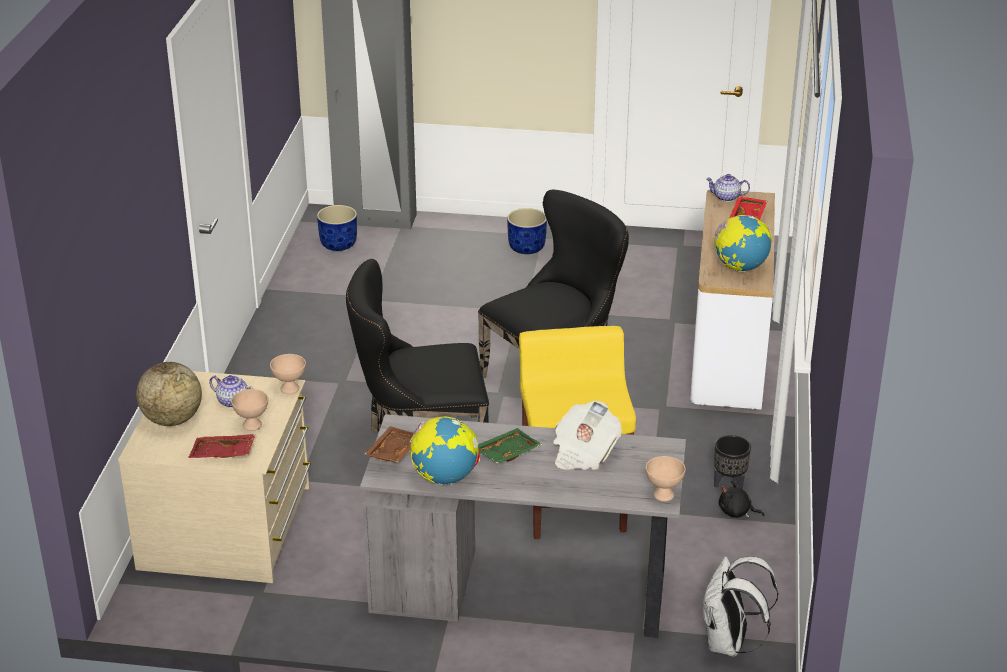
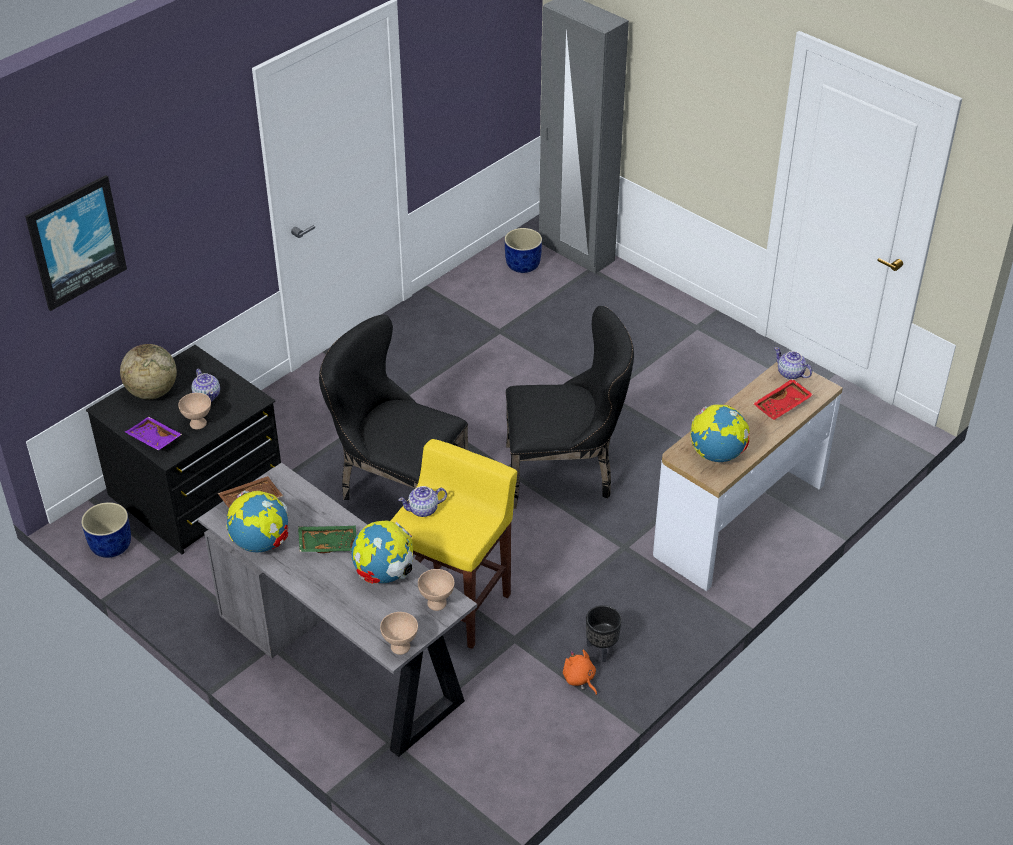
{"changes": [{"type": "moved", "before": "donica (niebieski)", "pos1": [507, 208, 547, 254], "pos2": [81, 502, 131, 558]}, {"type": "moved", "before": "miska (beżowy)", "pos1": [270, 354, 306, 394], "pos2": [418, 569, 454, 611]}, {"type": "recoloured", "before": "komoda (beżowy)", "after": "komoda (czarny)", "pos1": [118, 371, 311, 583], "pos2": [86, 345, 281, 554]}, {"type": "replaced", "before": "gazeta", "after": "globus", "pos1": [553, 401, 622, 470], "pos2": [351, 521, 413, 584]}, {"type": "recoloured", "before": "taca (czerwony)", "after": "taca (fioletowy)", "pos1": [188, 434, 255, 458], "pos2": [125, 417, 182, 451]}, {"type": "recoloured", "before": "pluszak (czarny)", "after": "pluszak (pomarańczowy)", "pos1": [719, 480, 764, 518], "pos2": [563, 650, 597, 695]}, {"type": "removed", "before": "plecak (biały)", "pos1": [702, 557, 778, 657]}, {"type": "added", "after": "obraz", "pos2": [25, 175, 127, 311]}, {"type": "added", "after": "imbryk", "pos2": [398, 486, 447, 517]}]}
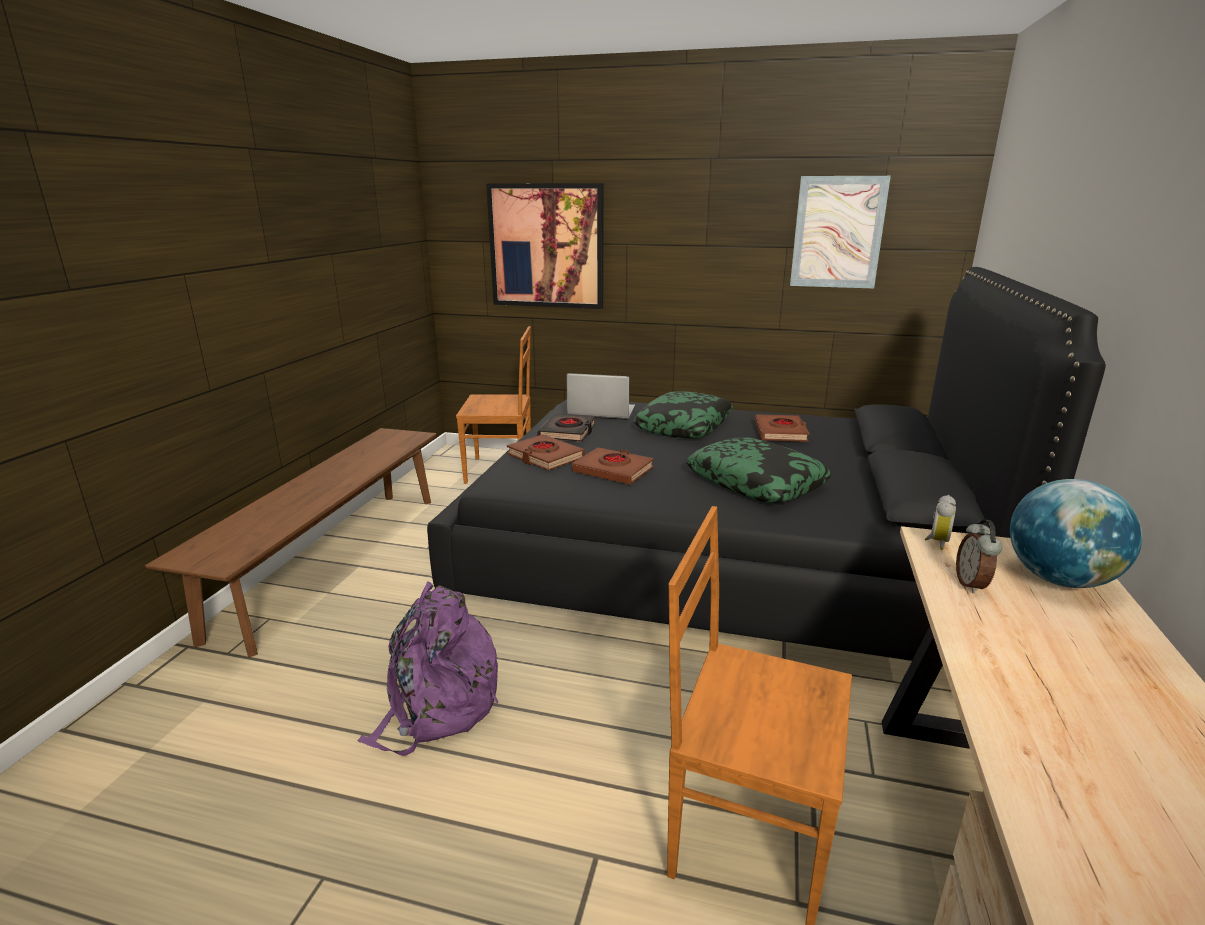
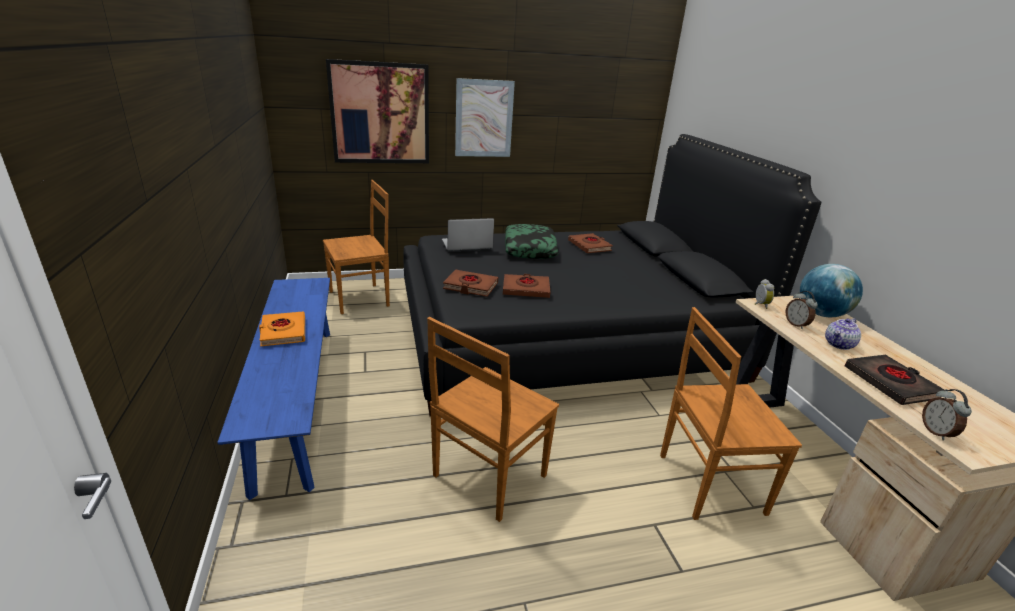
{"changes": [{"type": "moved", "before": "obraz", "pos1": [790, 176, 891, 289], "pos2": [455, 78, 515, 157]}, {"type": "moved", "before": "książka (czarny)", "pos1": [537, 413, 596, 442], "pos2": [845, 355, 945, 405]}, {"type": "recoloured", "before": "ławka (brązowy)", "after": "ławka (niebieski)", "pos1": [145, 428, 436, 658], "pos2": [217, 278, 330, 500]}, {"type": "removed", "before": "poduszka", "pos1": [686, 437, 831, 503]}, {"type": "replaced", "before": "plecak (fioletowy)", "after": "krzesło (brązowy)", "pos1": [357, 581, 498, 756], "pos2": [427, 317, 559, 522]}, {"type": "added", "after": "książka (pomarańczowy)", "pos2": [259, 312, 305, 347]}, {"type": "added", "after": "imbryk", "pos2": [825, 318, 861, 350]}, {"type": "added", "after": "budzik", "pos2": [922, 389, 972, 441]}]}
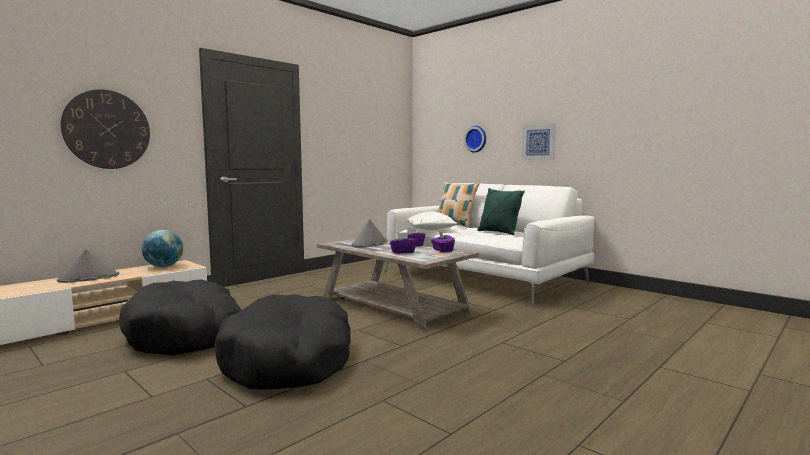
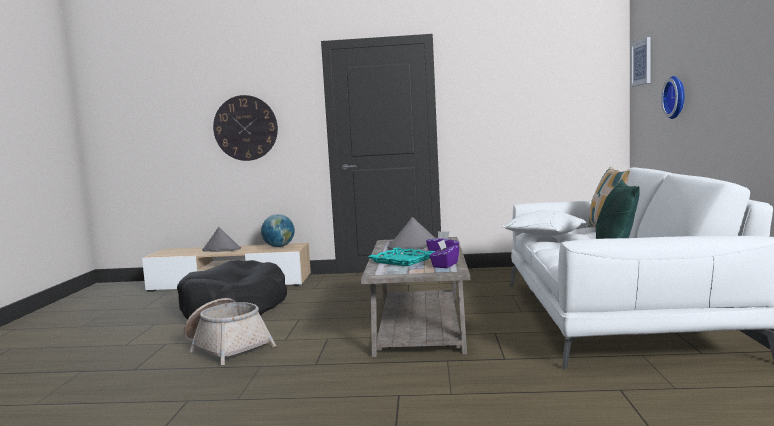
{"changes": [{"type": "moved", "before": "obraz", "pos1": [521, 124, 556, 160], "pos2": [631, 37, 651, 87]}, {"type": "replaced", "before": "pudełko chusteczek (fioletowy)", "after": "taca (turkusowy)", "pos1": [390, 232, 417, 254], "pos2": [368, 247, 435, 266]}, {"type": "replaced", "before": "legowisko (czarny)", "after": "koszyk", "pos1": [214, 294, 351, 389], "pos2": [184, 298, 276, 365]}]}
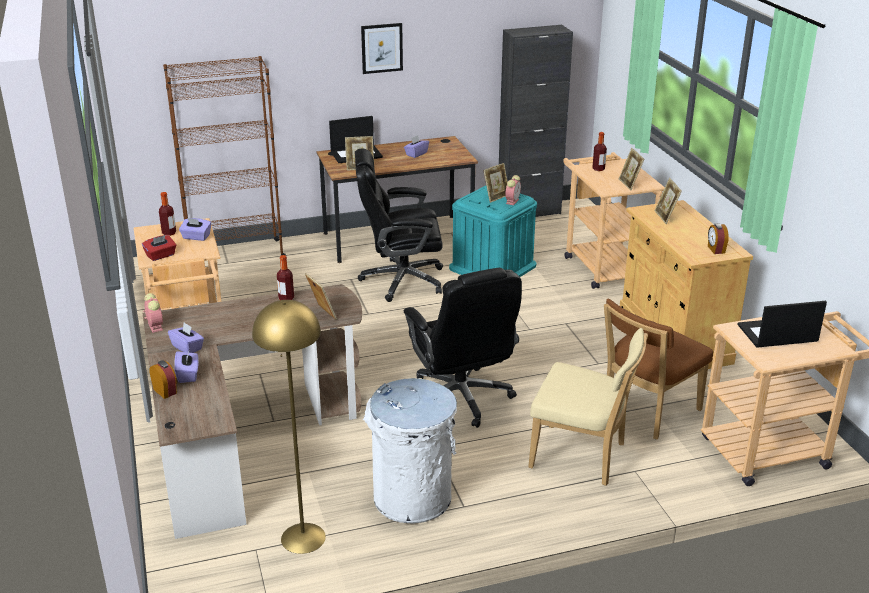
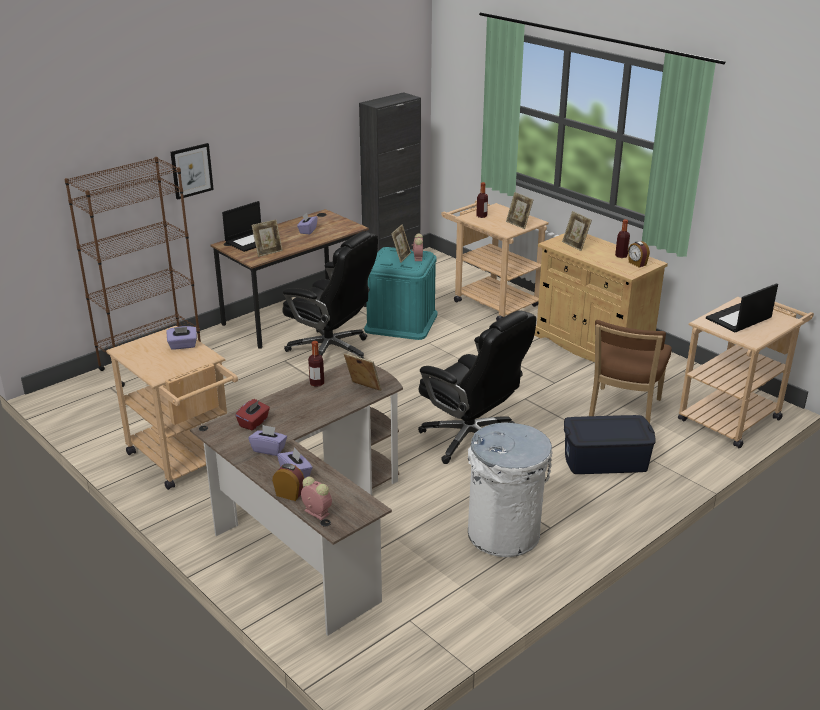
{"changes": [{"type": "moved", "before": "obraz", "pos1": [361, 23, 403, 74], "pos2": [170, 143, 214, 200]}, {"type": "turned", "before": "krzesło biurowe (czarny)", "pos1": [355, 148, 443, 302], "pos2": [282, 231, 378, 359], "turn": -120}, {"type": "moved", "before": "butelka", "pos1": [159, 192, 176, 236], "pos2": [615, 219, 630, 258]}, {"type": "moved", "before": "pudełko chusteczek (czerwony)", "pos1": [142, 235, 176, 261], "pos2": [236, 399, 270, 430]}, {"type": "moved", "before": "budzik", "pos1": [143, 293, 163, 333], "pos2": [301, 477, 332, 520]}, {"type": "removed", "before": "lampa stojąca (żółty)", "pos1": [252, 300, 326, 554]}, {"type": "replaced", "before": "krzesło (beżowy)", "after": "pojemnik do przechowywania (niebieski)", "pos1": [528, 328, 648, 486], "pos2": [564, 415, 656, 474]}]}
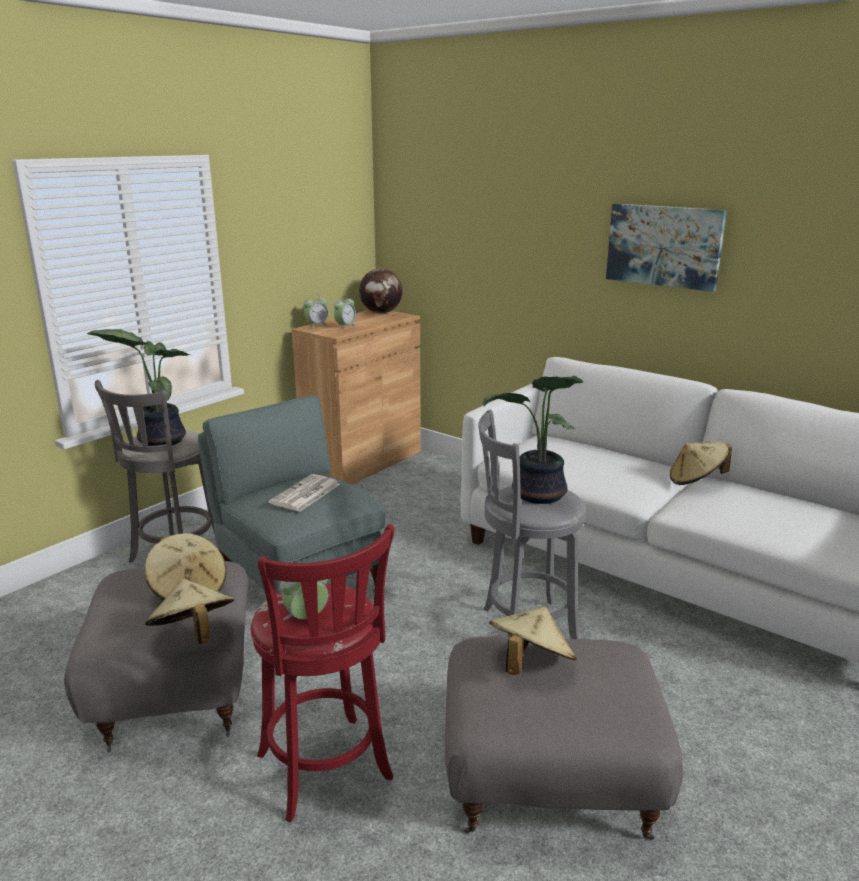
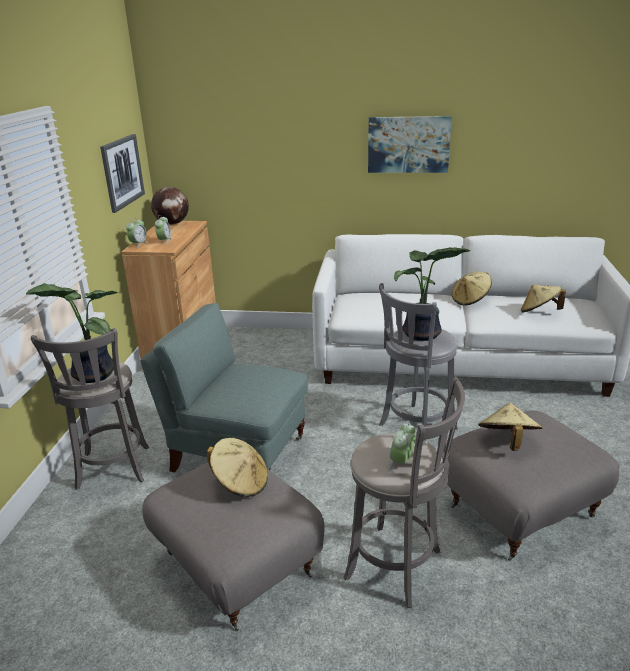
{"changes": [{"type": "removed", "before": "gazeta", "pos1": [269, 474, 340, 512]}, {"type": "recoloured", "before": "stołek (czerwony)", "after": "stołek (szary)", "pos1": [251, 524, 395, 822], "pos2": [344, 377, 465, 608]}, {"type": "moved", "before": "kapelusz (beżowy)", "pos1": [145, 579, 235, 644], "pos2": [521, 285, 566, 312]}, {"type": "added", "after": "obraz", "pos2": [100, 134, 145, 213]}]}
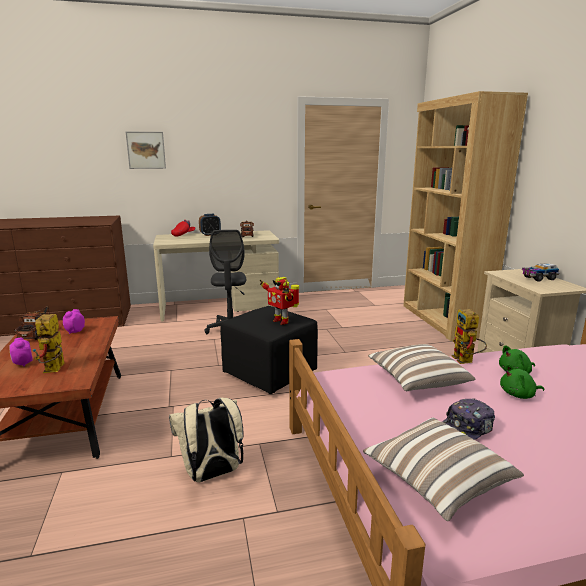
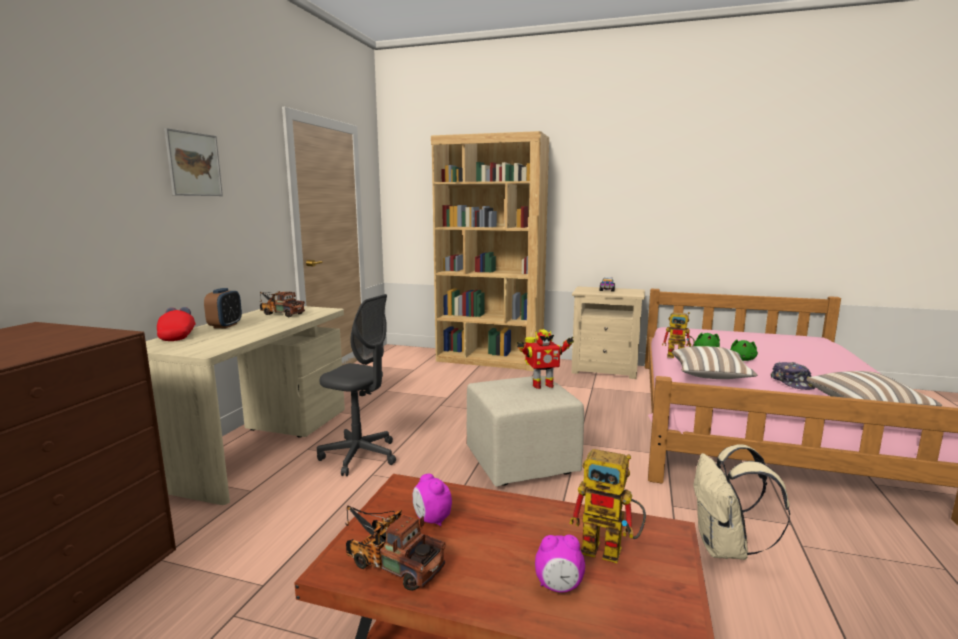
{"changes": [{"type": "moved", "before": "obraz", "pos1": [126, 132, 166, 169], "pos2": [164, 128, 223, 196]}, {"type": "recoloured", "before": "pufa (czarny)", "after": "pufa (beżowy)", "pos1": [220, 306, 318, 394], "pos2": [467, 376, 584, 487]}]}
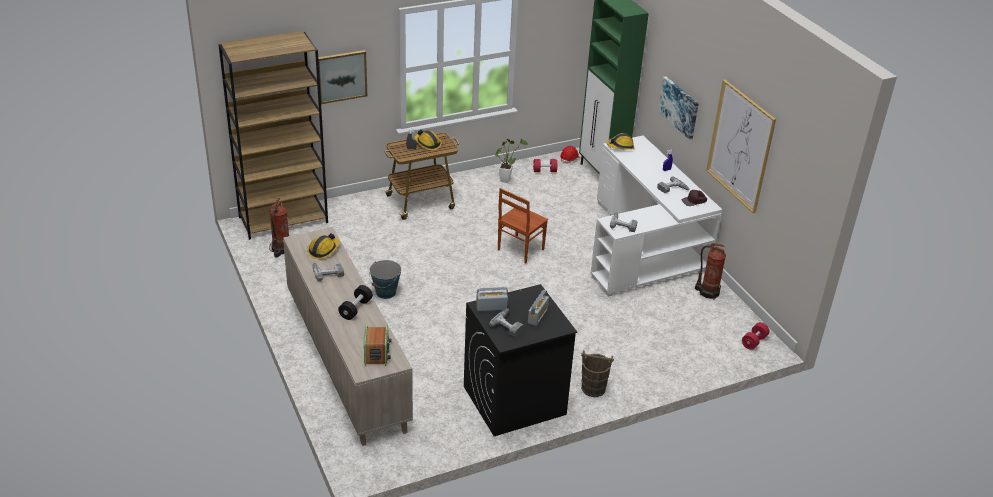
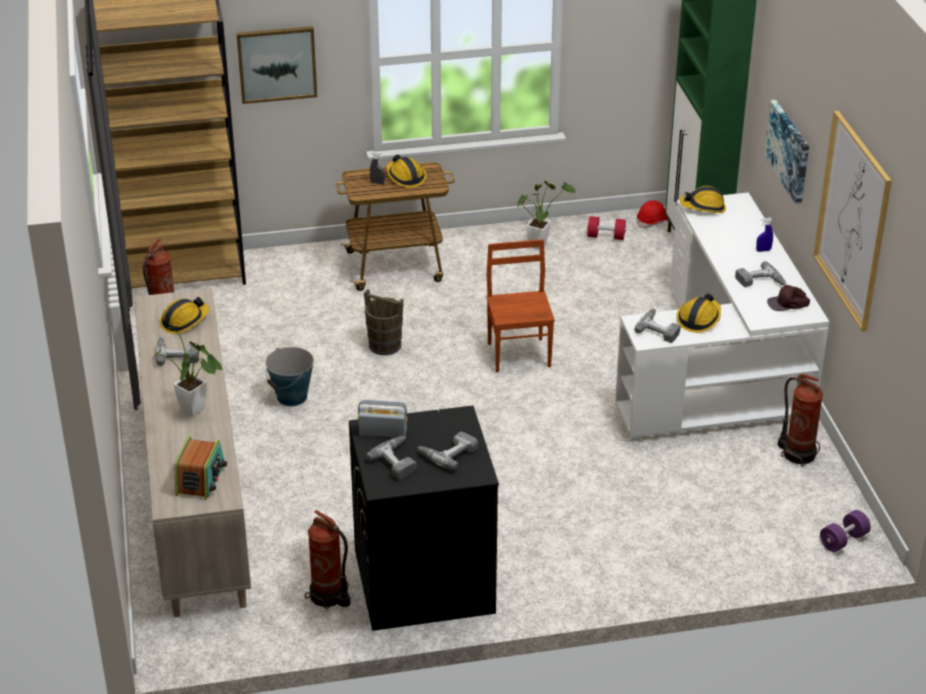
{"changes": [{"type": "turned", "before": "krzesło (brązowy)", "pos1": [498, 188, 548, 263], "pos2": [487, 239, 555, 372], "turn": 120}, {"type": "replaced", "before": "hantel (czarny)", "after": "roślina doniczkowa", "pos1": [338, 285, 373, 320], "pos2": [152, 326, 223, 417]}, {"type": "replaced", "before": "radio", "after": "wiertarka", "pos1": [528, 290, 549, 326], "pos2": [417, 432, 478, 470]}, {"type": "recoloured", "before": "hantel (czerwony)", "after": "hantel (fioletowy)", "pos1": [742, 322, 770, 350], "pos2": [820, 510, 871, 552]}, {"type": "moved", "before": "wiadro (brązowy)", "pos1": [581, 350, 614, 397], "pos2": [364, 289, 404, 355]}, {"type": "added", "after": "kask", "pos2": [676, 293, 721, 333]}, {"type": "added", "after": "gaśnica", "pos2": [305, 510, 350, 610]}]}
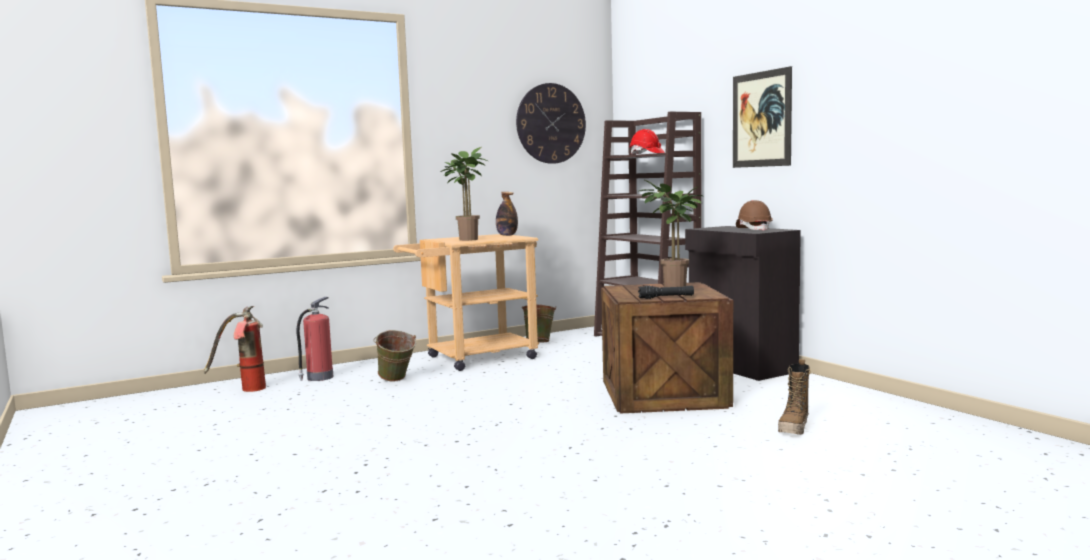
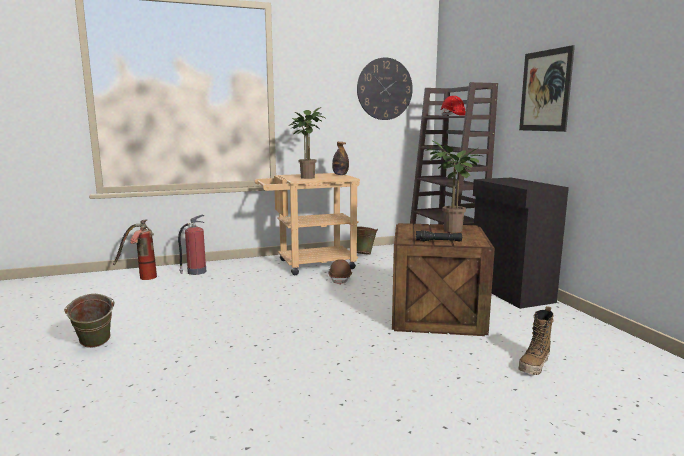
{"changes": [{"type": "moved", "before": "kask (brązowy)", "pos1": [736, 200, 773, 231], "pos2": [328, 259, 352, 285]}, {"type": "moved", "before": "wiadro (zielony)", "pos1": [374, 330, 416, 382], "pos2": [64, 294, 115, 348]}]}
